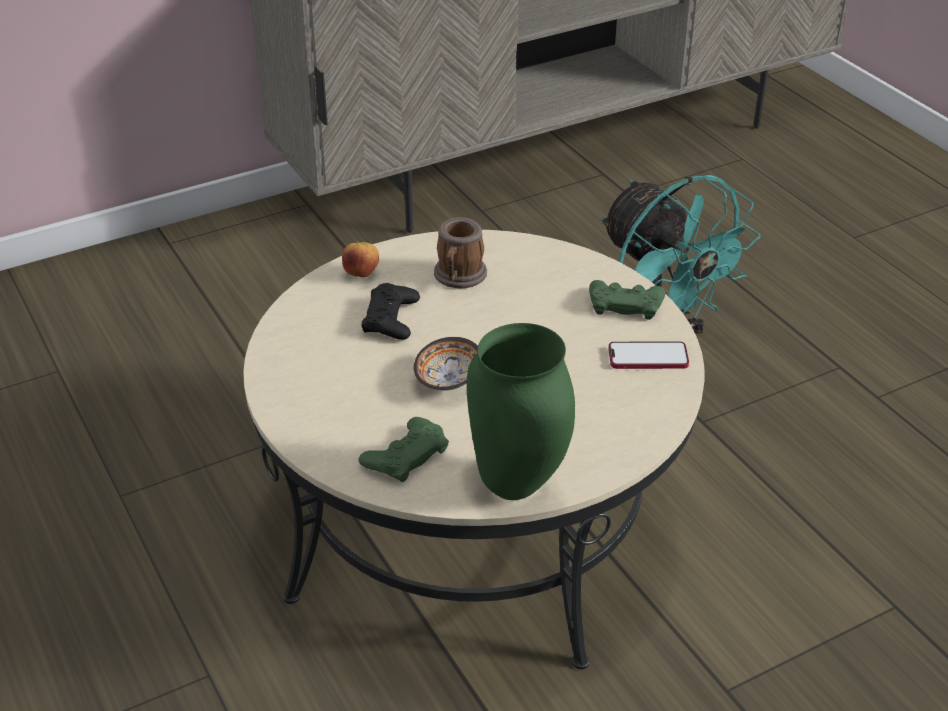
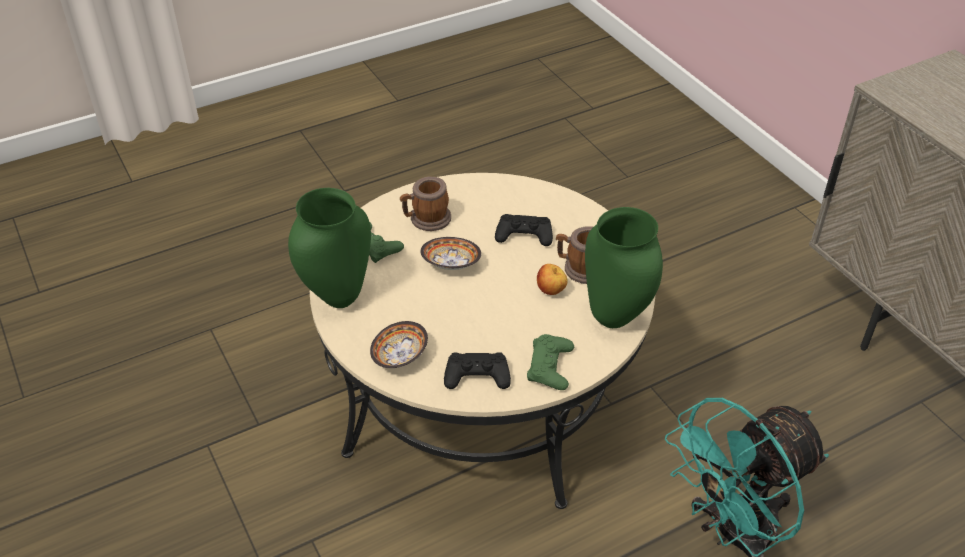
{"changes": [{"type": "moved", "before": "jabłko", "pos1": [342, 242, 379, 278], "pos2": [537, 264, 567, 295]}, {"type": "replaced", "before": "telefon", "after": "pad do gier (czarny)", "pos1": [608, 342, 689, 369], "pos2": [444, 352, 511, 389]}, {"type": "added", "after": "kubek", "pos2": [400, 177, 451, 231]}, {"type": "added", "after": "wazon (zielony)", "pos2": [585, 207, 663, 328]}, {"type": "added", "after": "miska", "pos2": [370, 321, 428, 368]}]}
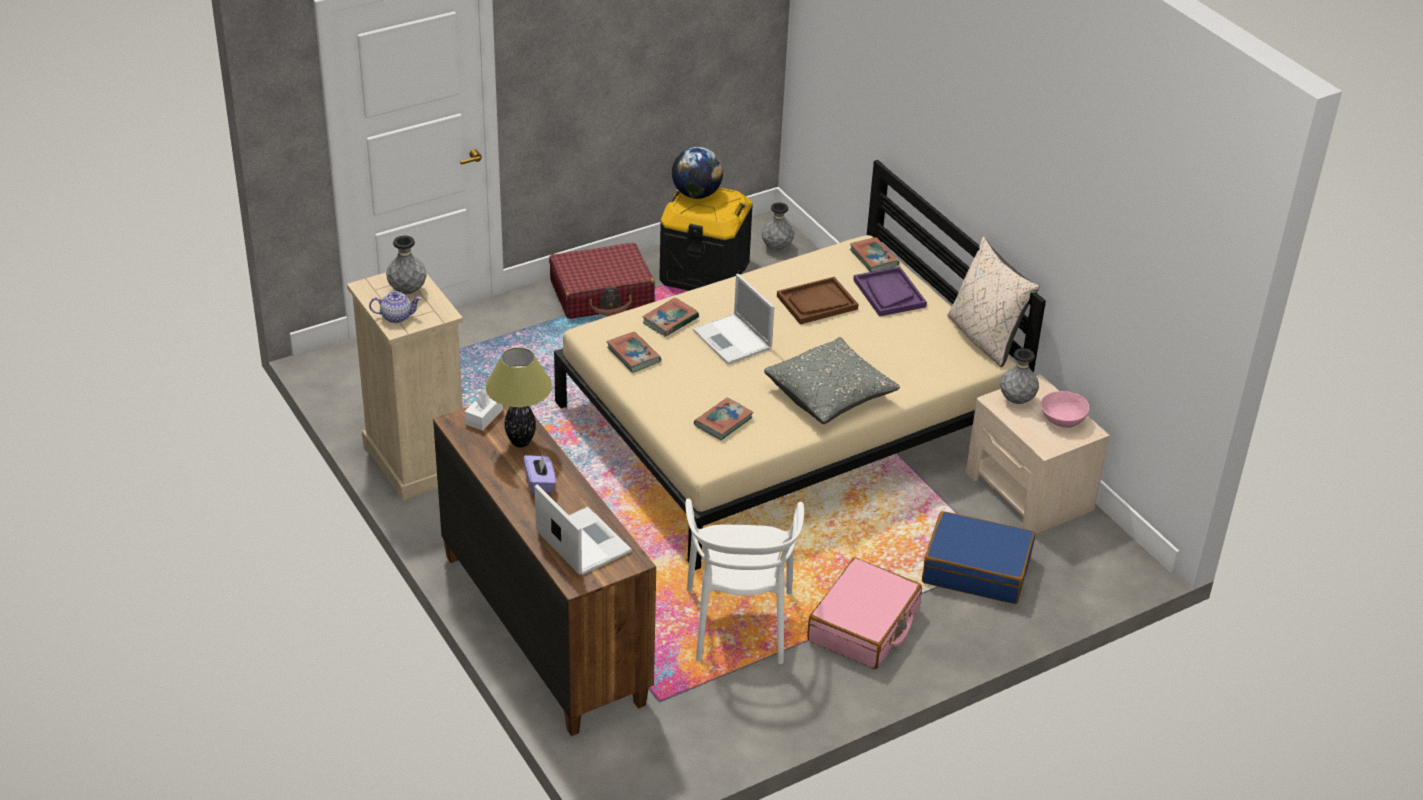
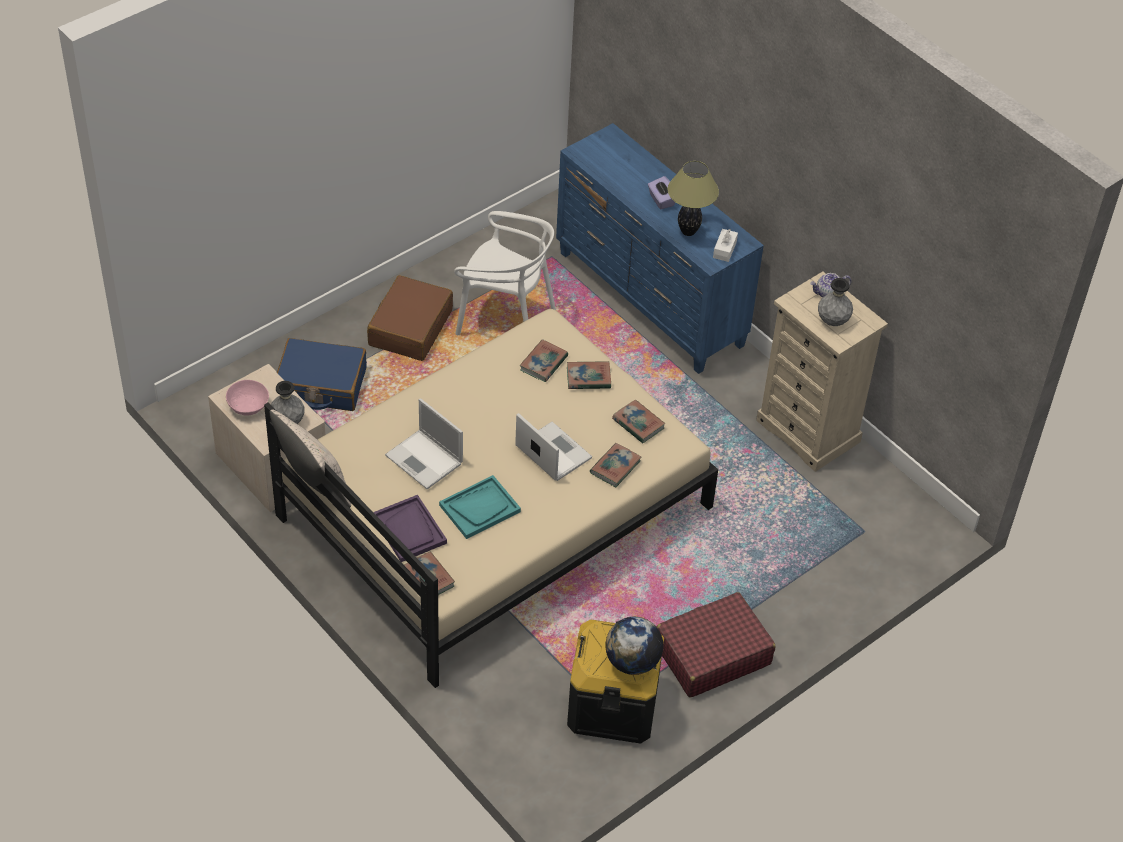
{"changes": [{"type": "removed", "before": "wazon (szary)", "pos1": [762, 203, 794, 251]}, {"type": "recoloured", "before": "taca (brązowy)", "after": "taca (turkusowy)", "pos1": [777, 277, 859, 324], "pos2": [439, 475, 521, 539]}, {"type": "removed", "before": "poduszka (szary)", "pos1": [764, 337, 900, 424]}, {"type": "recoloured", "before": "komoda (brązowy)", "after": "komoda (niebieski)", "pos1": [433, 405, 656, 736], "pos2": [556, 123, 764, 374]}, {"type": "moved", "before": "laptop", "pos1": [535, 484, 632, 575], "pos2": [385, 398, 463, 489]}, {"type": "turned", "before": "krzesło (biały)", "pos1": [686, 499, 804, 664], "pos2": [454, 211, 556, 335], "turn": 120}, {"type": "recoloured", "before": "walizka (różowy)", "after": "walizka (brązowy)", "pos1": [807, 558, 922, 669], "pos2": [367, 275, 453, 361]}, {"type": "added", "after": "książka", "pos2": [567, 361, 611, 389]}]}
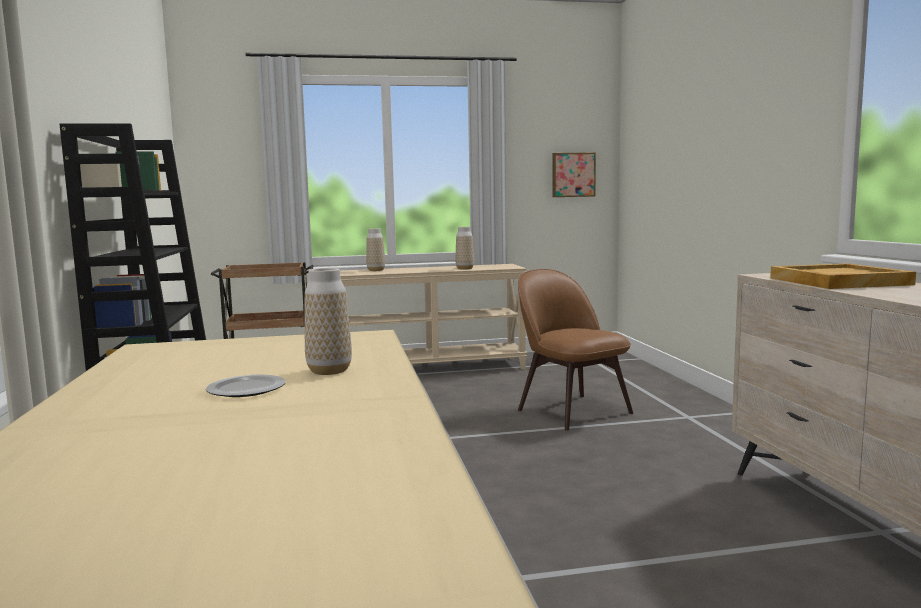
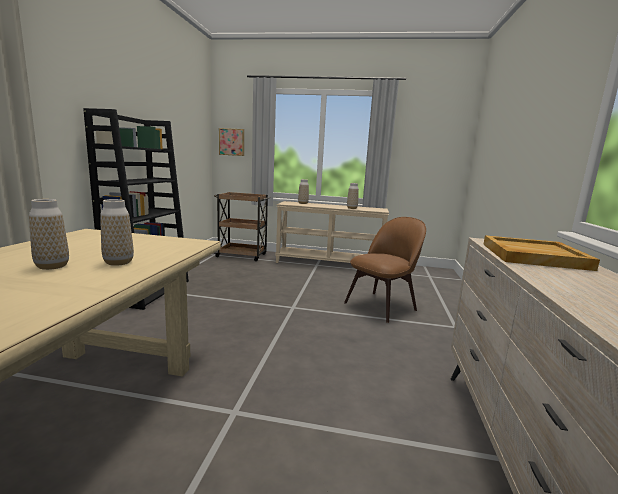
{"changes": [{"type": "moved", "before": "obraz", "pos1": [553, 152, 596, 197], "pos2": [219, 128, 244, 156]}, {"type": "turned", "before": "krzesło (brązowy)", "pos1": [518, 269, 634, 431], "pos2": [344, 217, 426, 323], "turn": 60}, {"type": "replaced", "before": "talerz", "after": "wazon", "pos1": [206, 375, 286, 397], "pos2": [29, 199, 69, 270]}]}
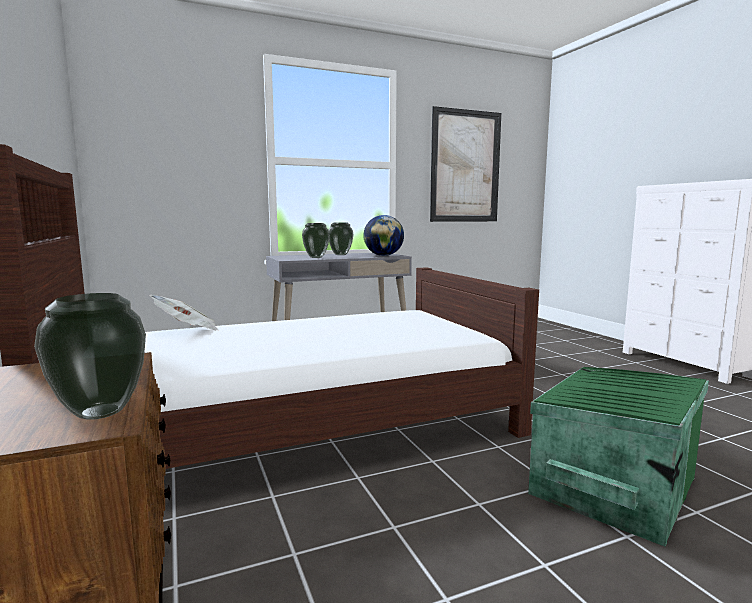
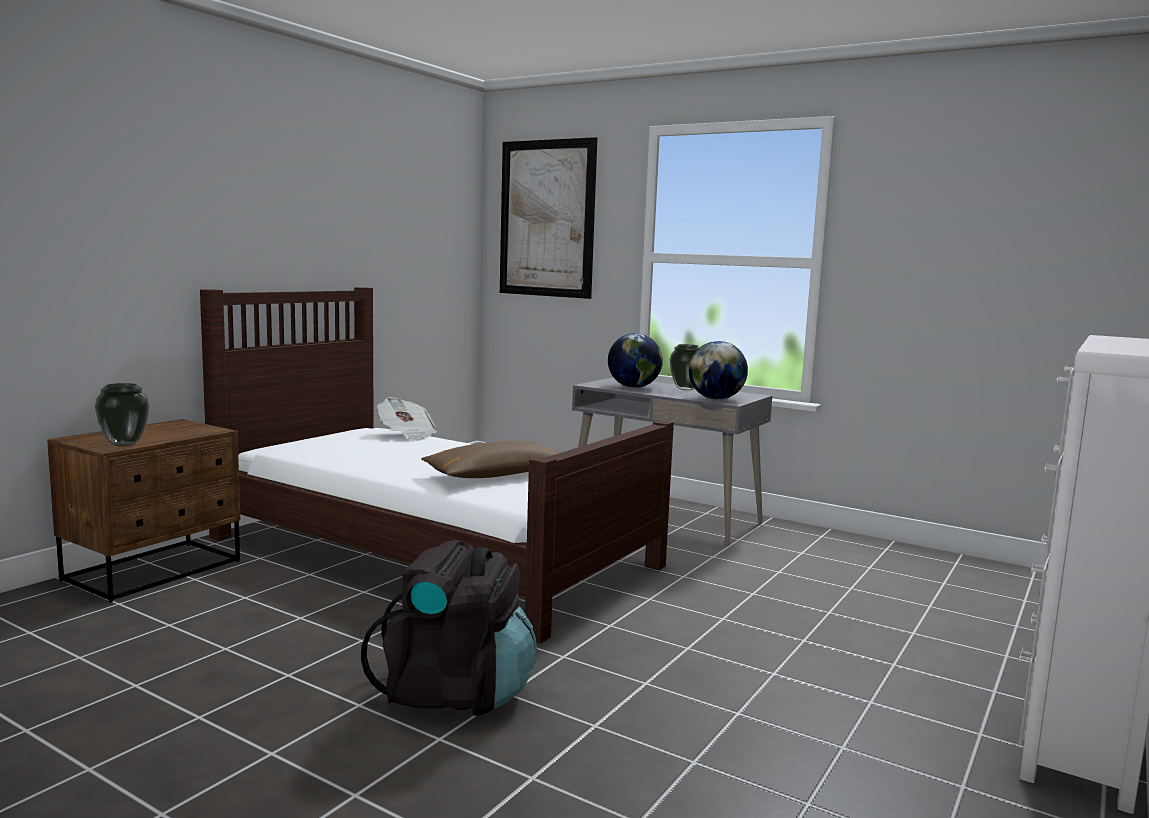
{"changes": [{"type": "moved", "before": "obraz", "pos1": [430, 106, 501, 222], "pos2": [500, 137, 598, 299]}, {"type": "replaced", "before": "wazon", "after": "globus", "pos1": [302, 223, 330, 258], "pos2": [608, 333, 663, 388]}, {"type": "replaced", "before": "pojemnik do przechowywania (zielony)", "after": "plecak (czarny)", "pos1": [528, 367, 709, 547], "pos2": [361, 540, 537, 716]}, {"type": "added", "after": "poduszka (brązowy)", "pos2": [421, 441, 558, 478]}]}
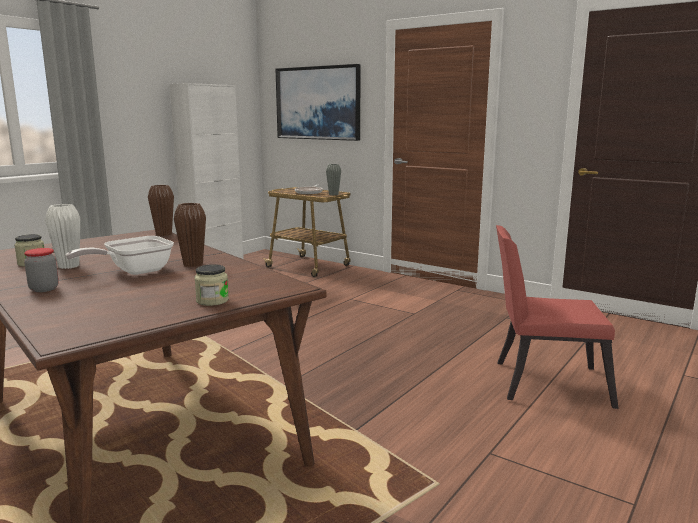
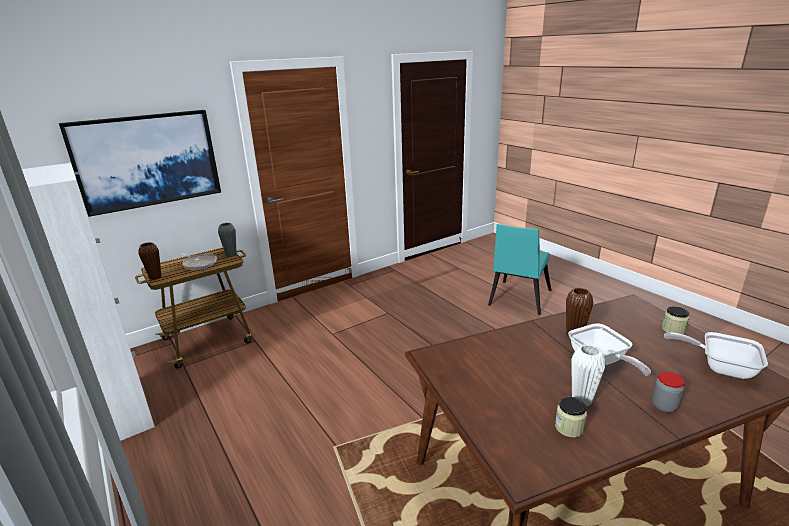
{"changes": [{"type": "moved", "before": "wazon (brązowy)", "pos1": [148, 185, 174, 236], "pos2": [139, 242, 162, 280]}, {"type": "recoloured", "before": "krzesło (czerwony)", "after": "krzesło (turkusowy)", "pos1": [496, 225, 619, 409], "pos2": [488, 224, 551, 315]}, {"type": "added", "after": "patelnia", "pos2": [664, 332, 768, 379]}]}
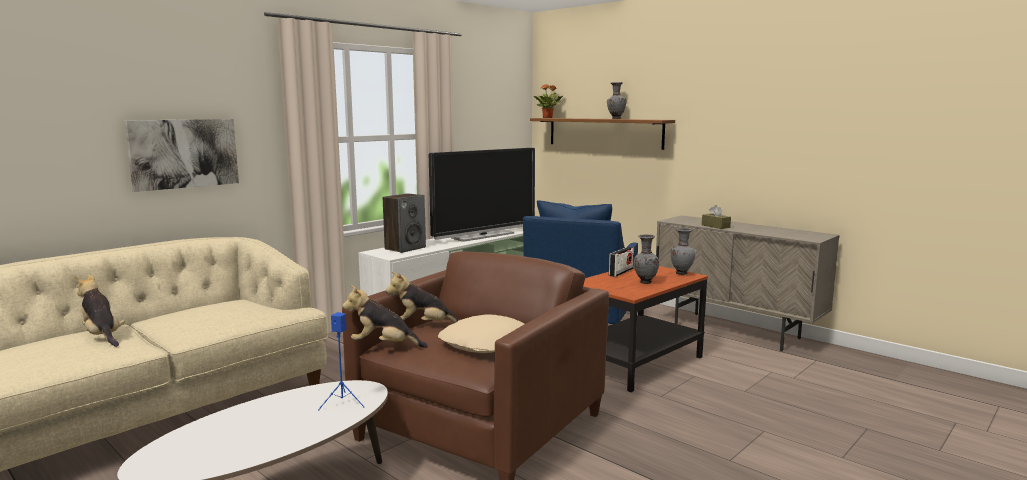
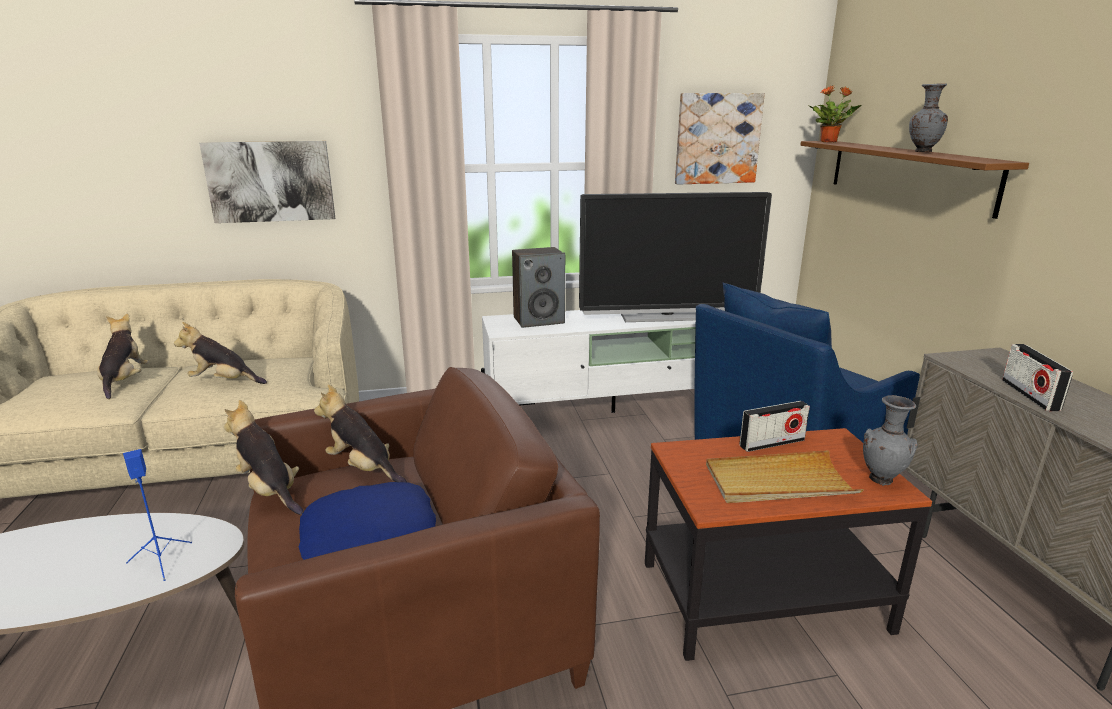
{"changes": [{"type": "replaced", "before": "pudełko chusteczek (brązowy)", "after": "radio", "pos1": [702, 205, 731, 229], "pos2": [1002, 344, 1073, 411]}, {"type": "replaced", "before": "wazon (szary)", "after": "taca (beżowy)", "pos1": [634, 234, 659, 284], "pos2": [706, 450, 864, 503]}, {"type": "recoloured", "before": "poduszka (beżowy)", "after": "poduszka (niebieski)", "pos1": [438, 314, 524, 353], "pos2": [299, 482, 436, 560]}, {"type": "added", "after": "obraz", "pos2": [675, 93, 765, 185]}, {"type": "added", "after": "pluszak", "pos2": [174, 322, 267, 384]}]}
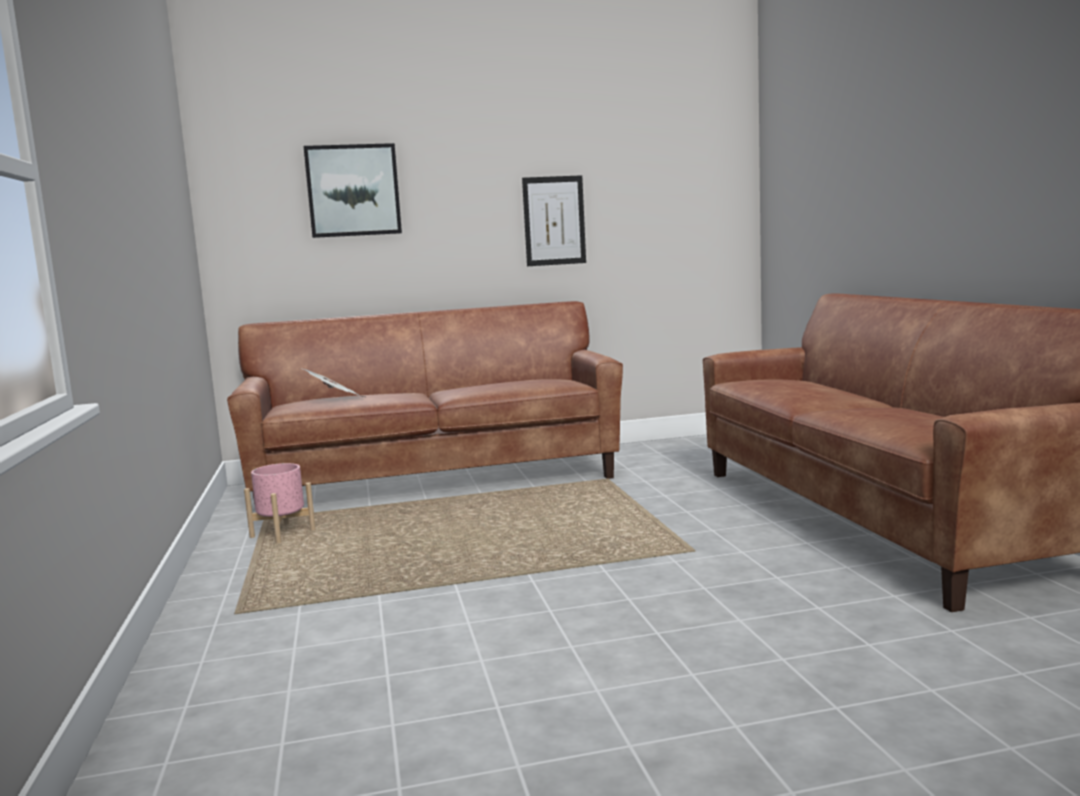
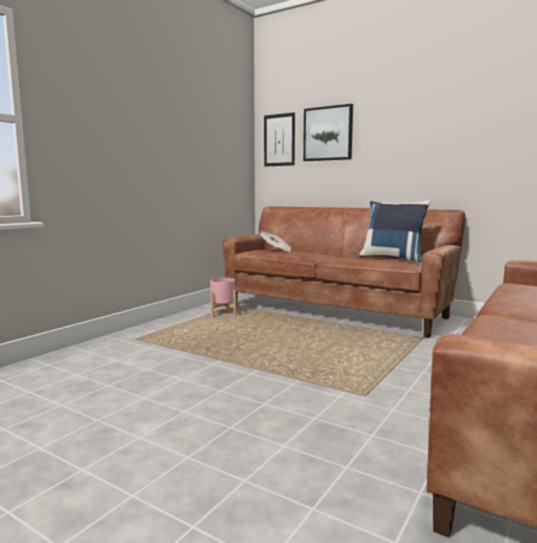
{"changes": [{"type": "moved", "before": "obraz", "pos1": [522, 175, 586, 266], "pos2": [264, 112, 295, 167]}, {"type": "added", "after": "poduszka (niebieski)", "pos2": [359, 201, 430, 263]}]}
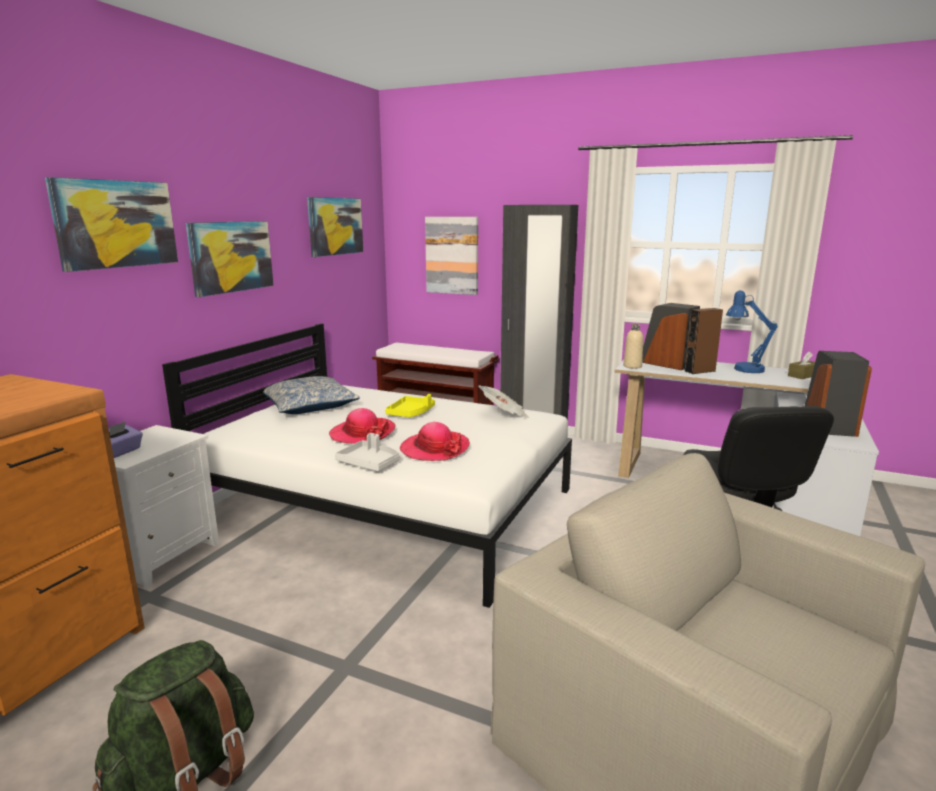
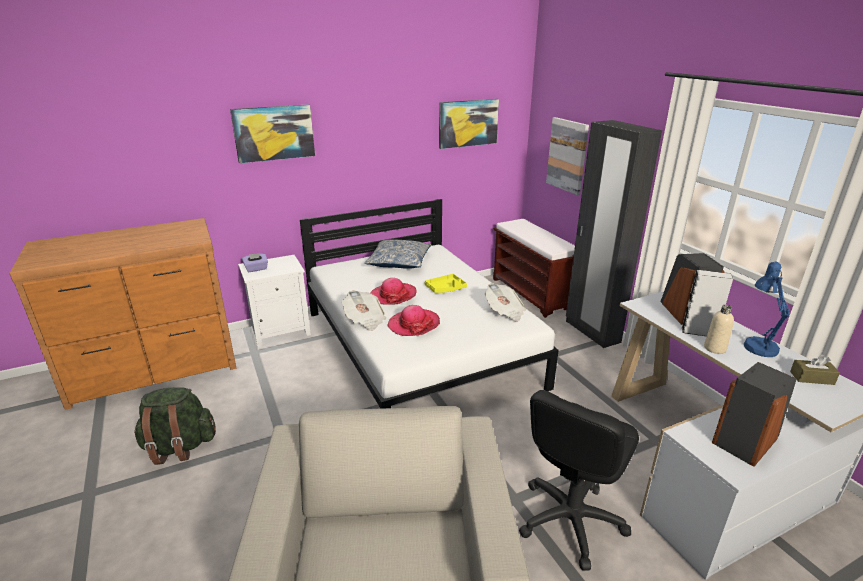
{"changes": [{"type": "removed", "before": "obraz", "pos1": [186, 221, 274, 297]}, {"type": "recoloured", "before": "głośnik (brązowy)", "after": "głośnik (szary)", "pos1": [684, 308, 723, 374], "pos2": [682, 270, 733, 337]}, {"type": "moved", "before": "butelka (beżowy)", "pos1": [623, 324, 643, 369], "pos2": [704, 305, 734, 354]}, {"type": "replaced", "before": "taca (szary)", "after": "gazeta", "pos1": [335, 433, 400, 471], "pos2": [342, 290, 386, 331]}]}
